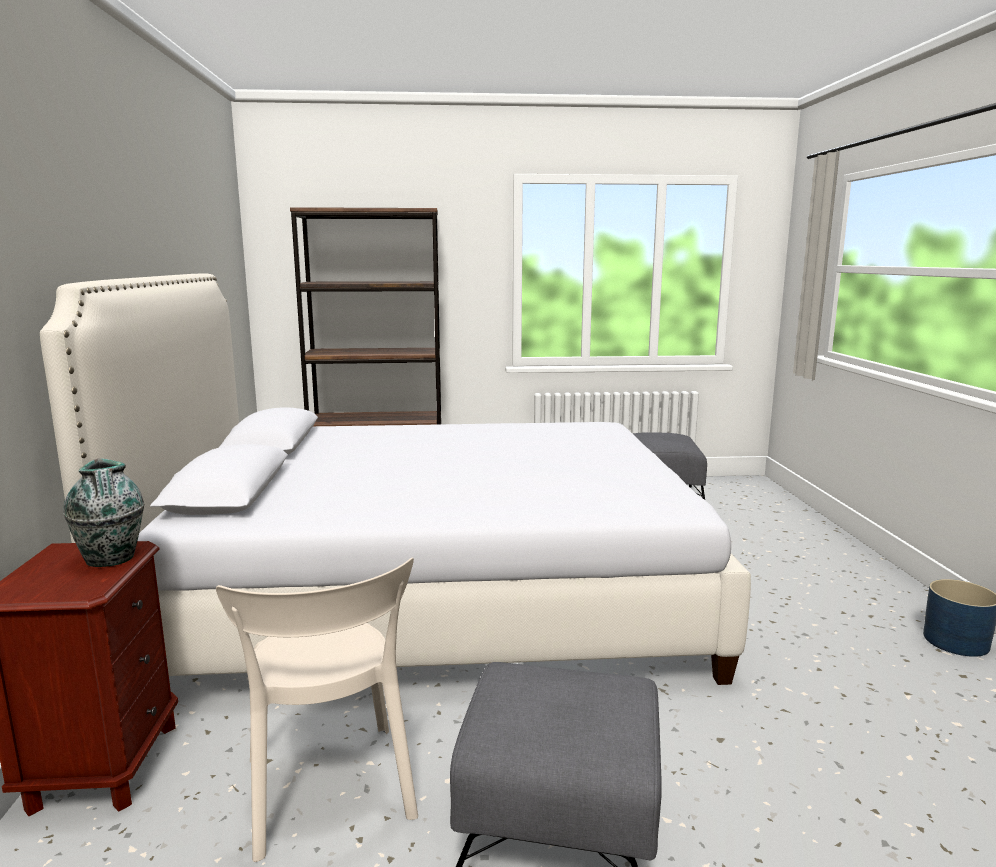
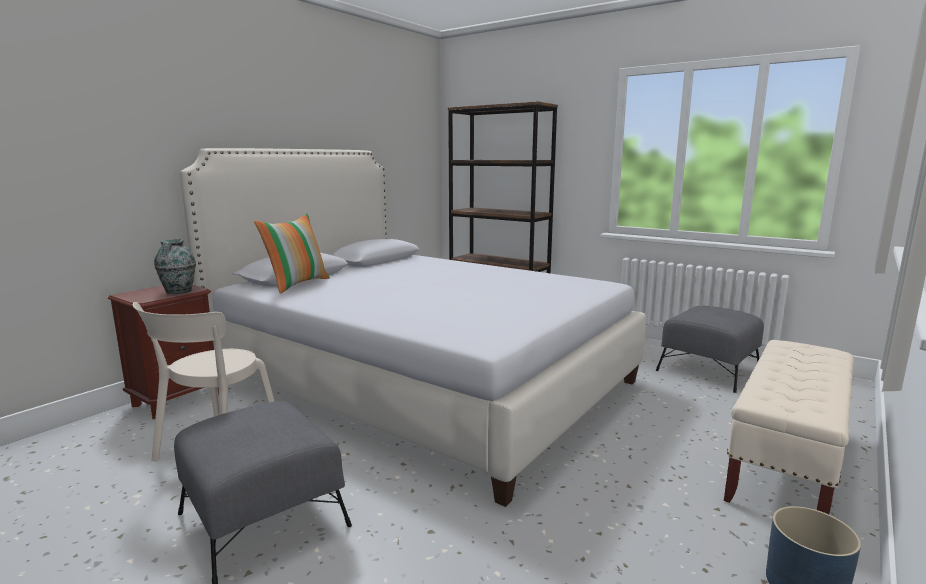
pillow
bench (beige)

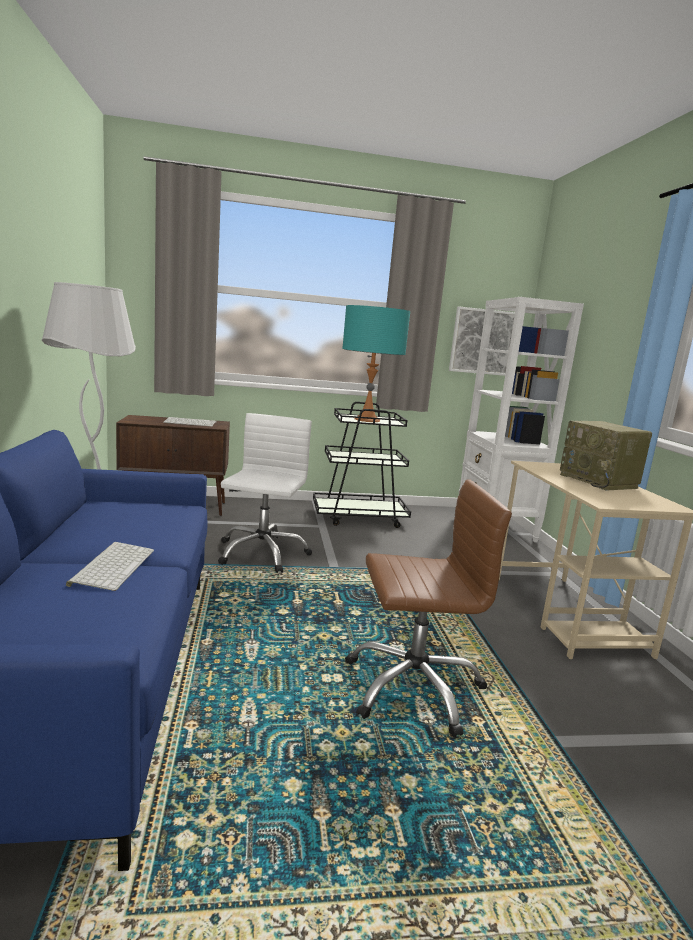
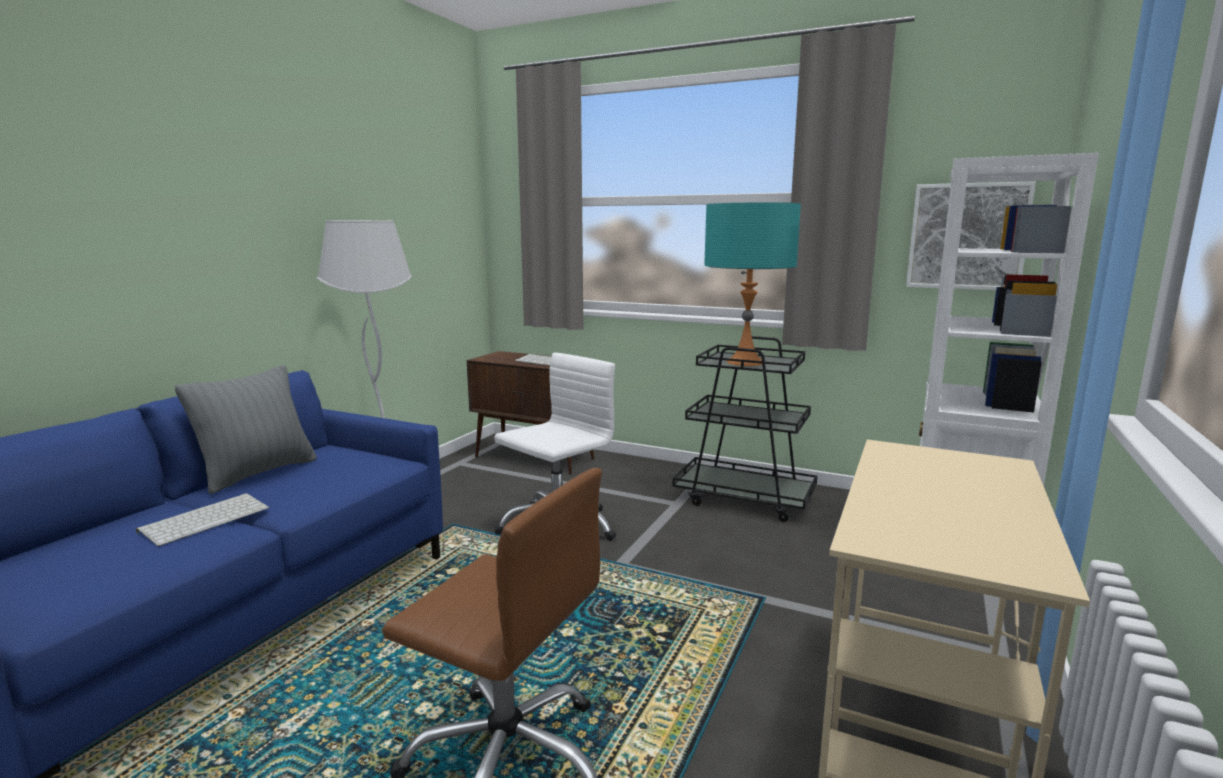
radio
pillow (grey)

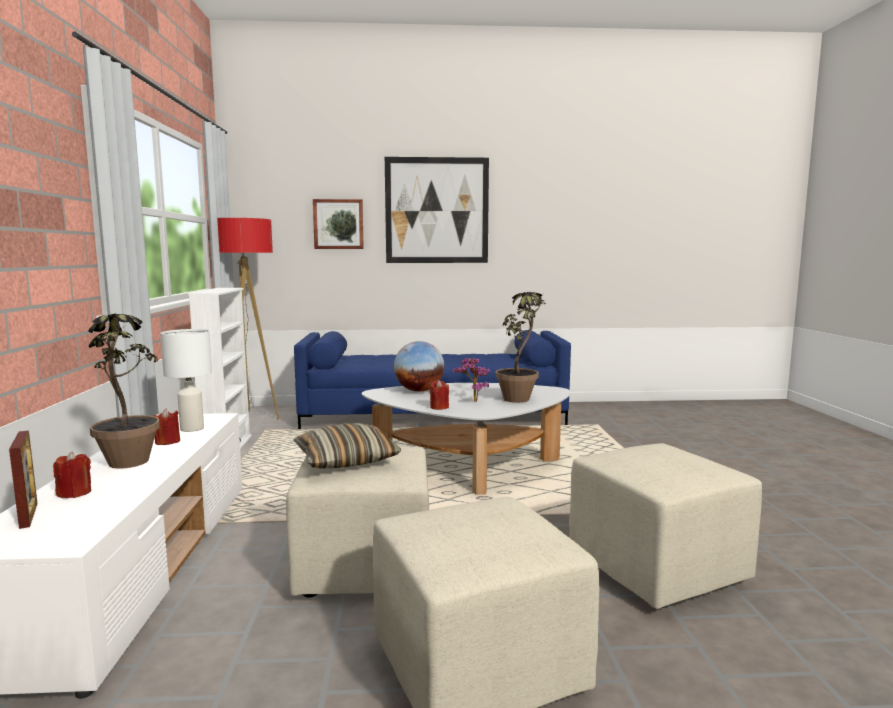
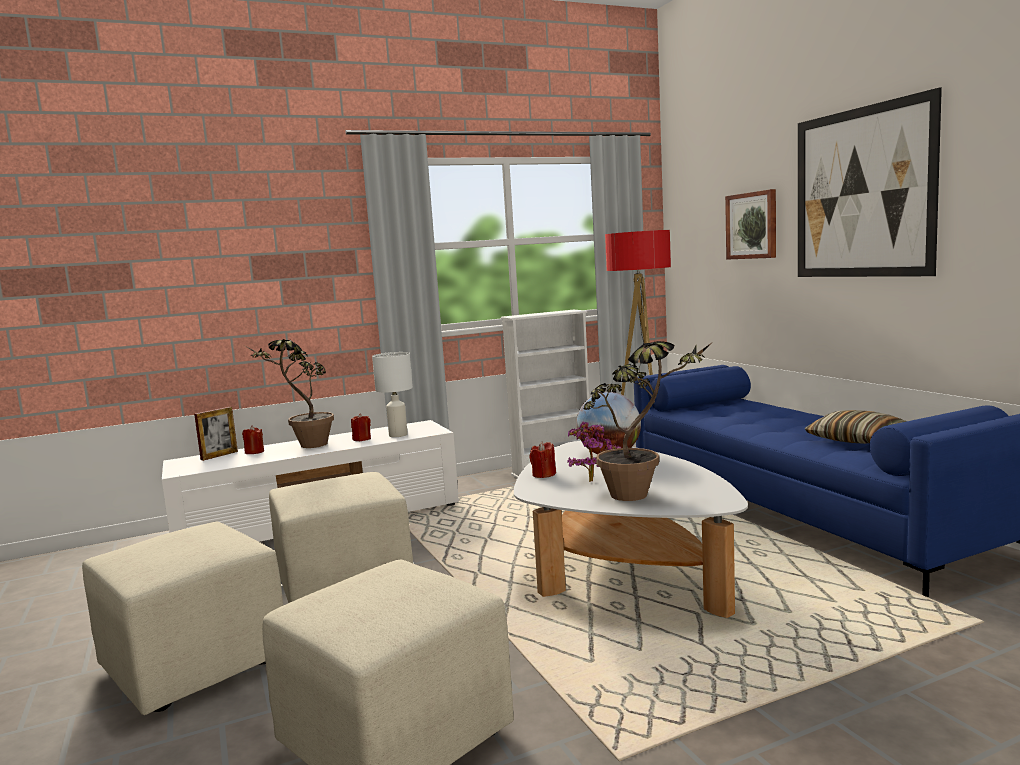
pillow

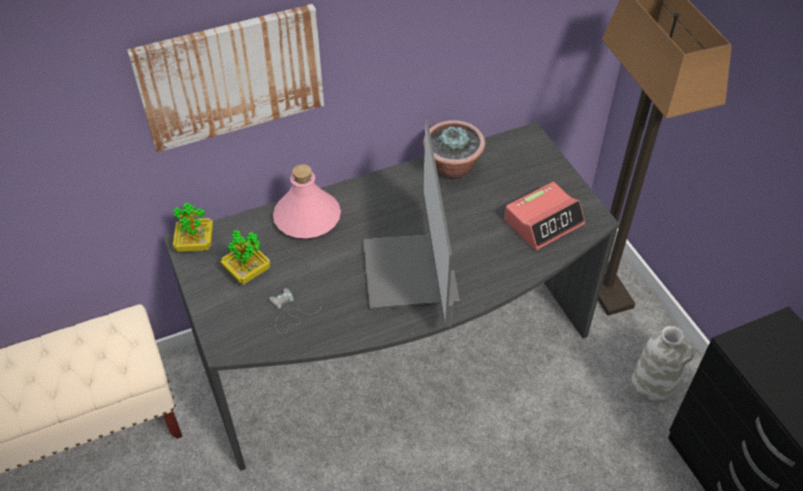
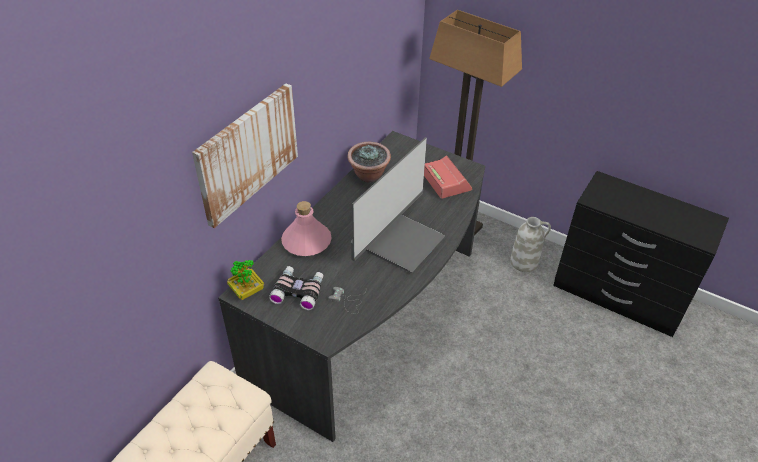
binoculars
monitor
alarm clock

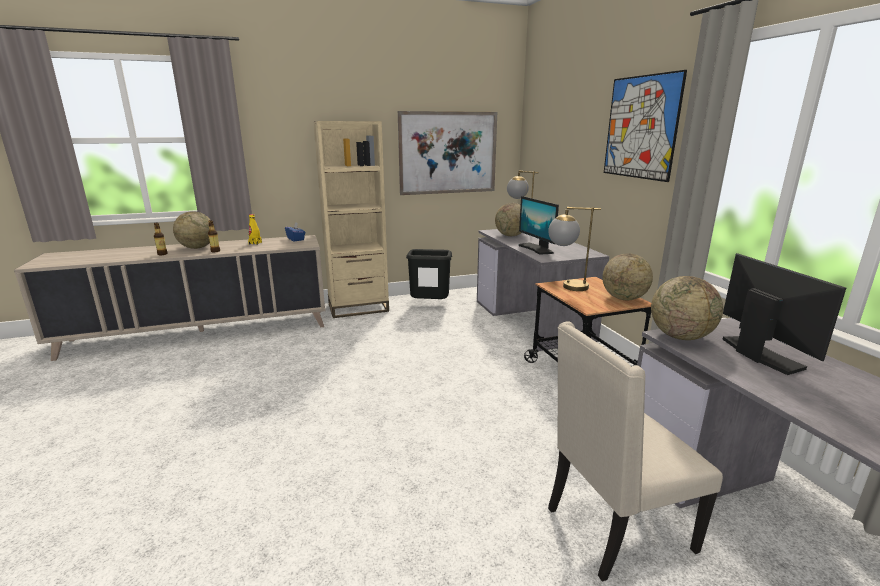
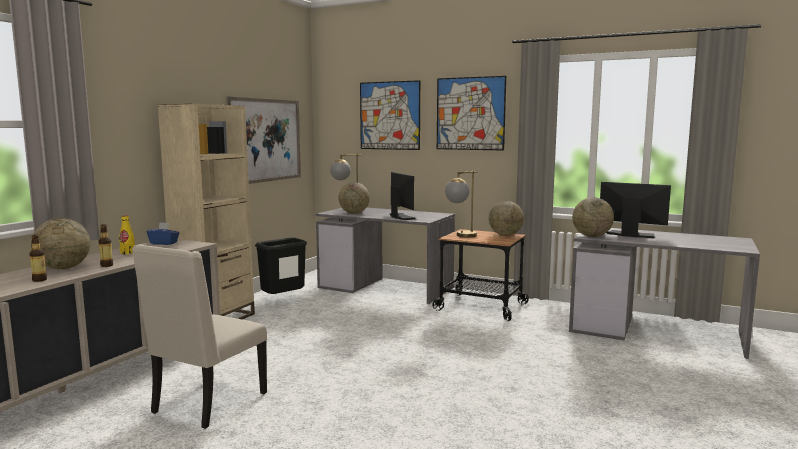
monitor (no. 1 from left)
chair (beige)
picture (no. 2 from left)

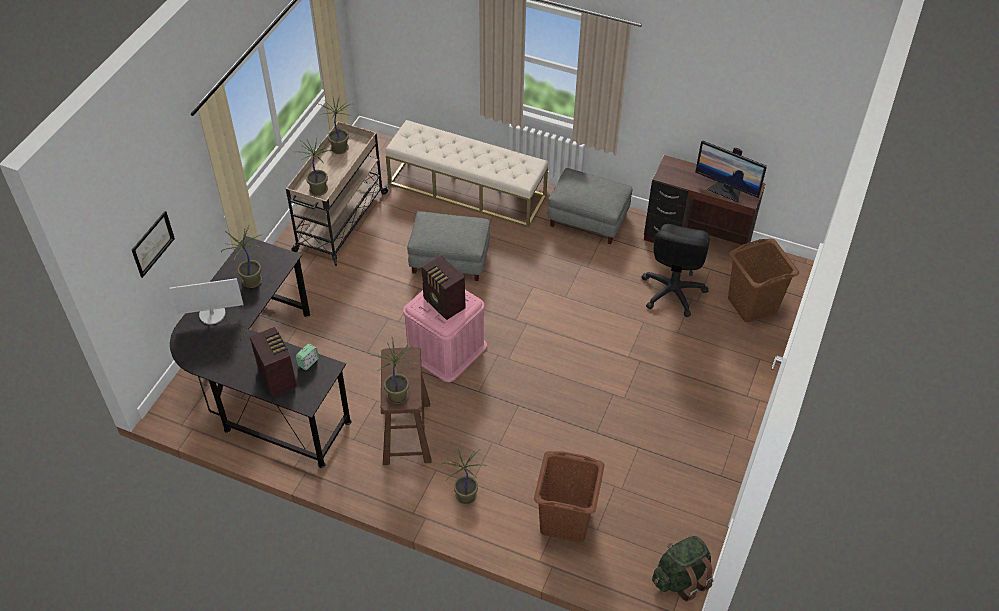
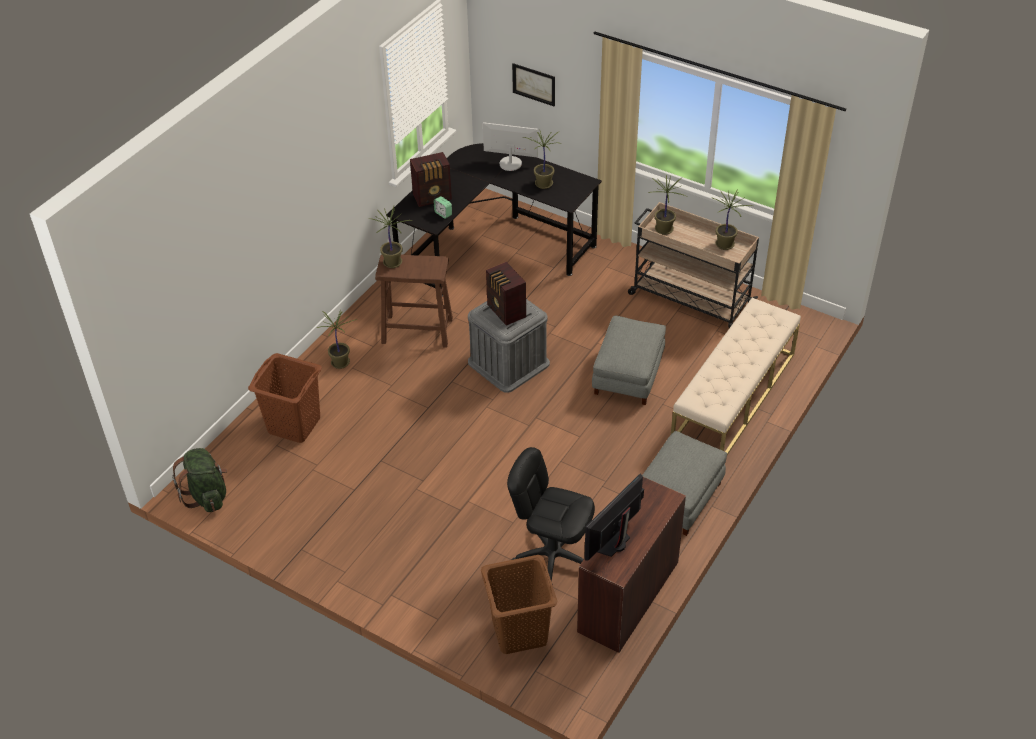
monitor (no. 1 from left)
storage box (grey)
radio (no. 2 from left)

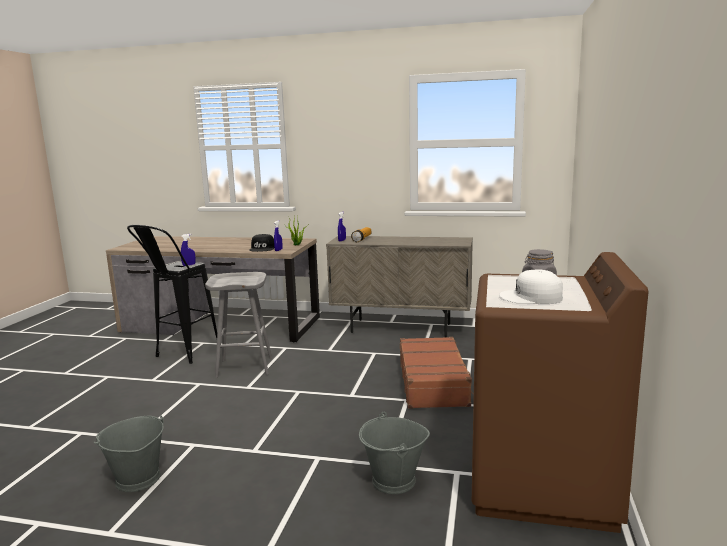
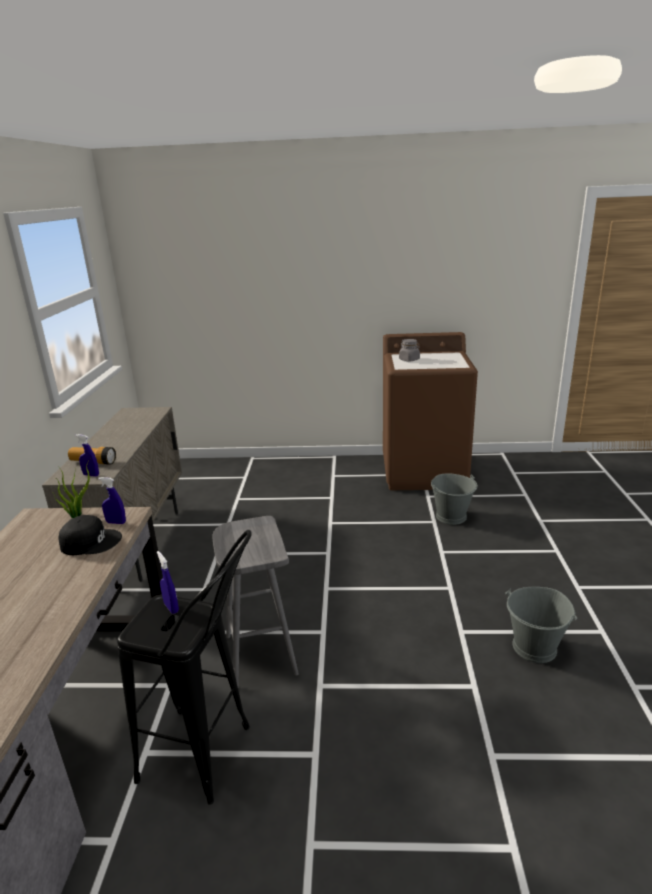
suitcase (brown)
cap (white)

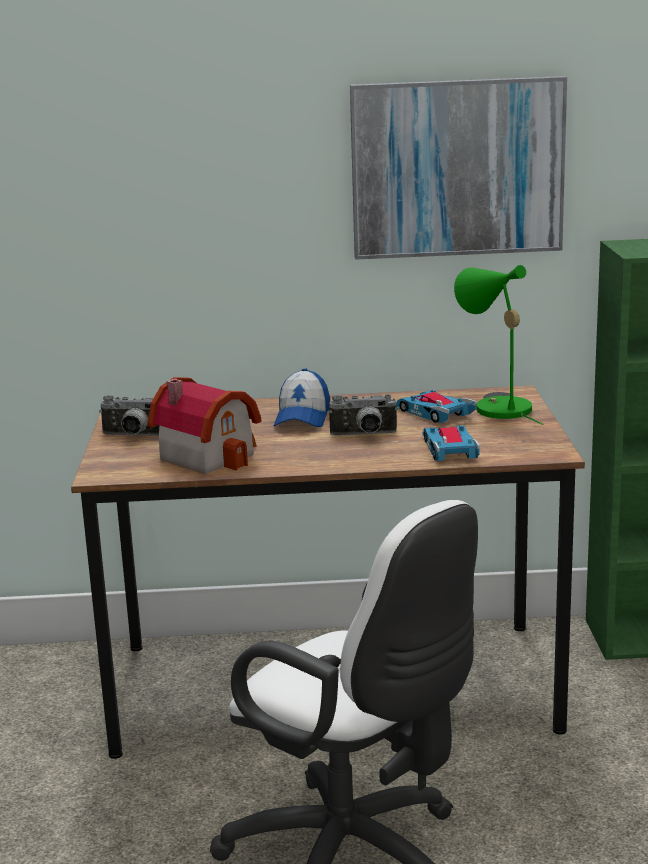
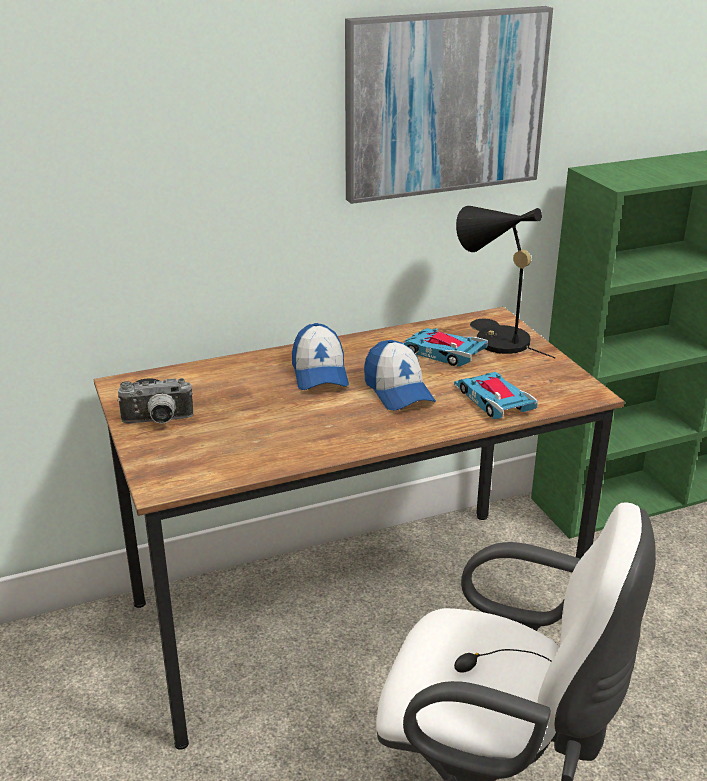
toy house
cap (no. 2 from left)
table lamp (black)

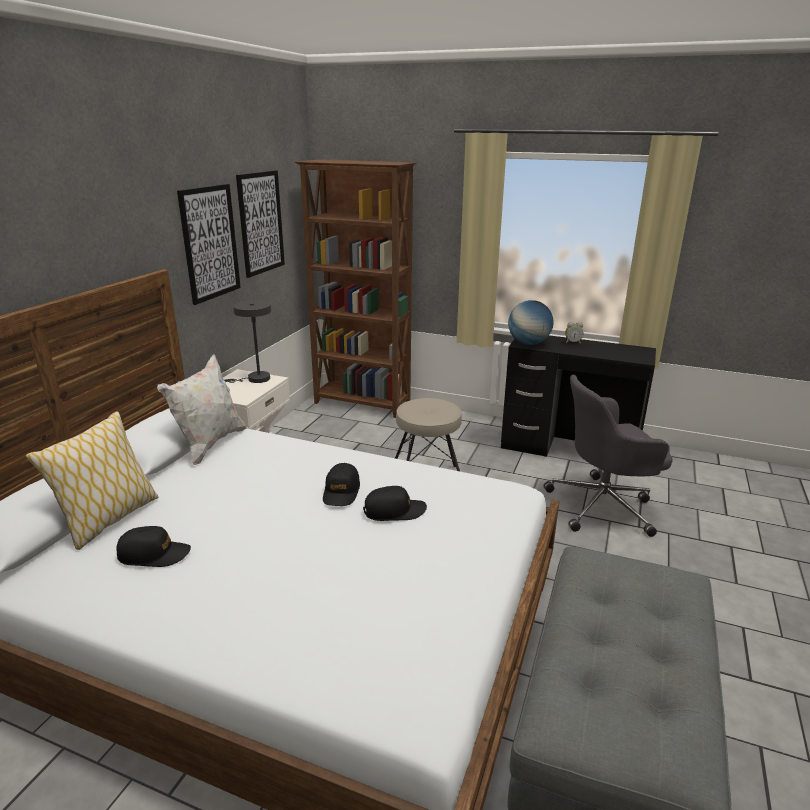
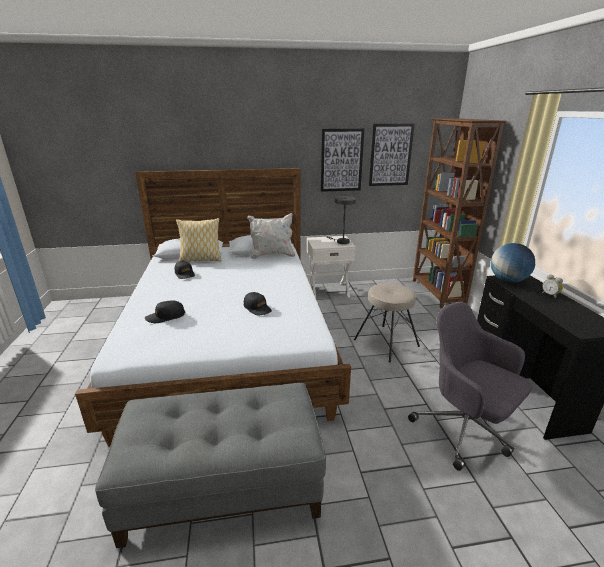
cap (black) (no. 1 from left)

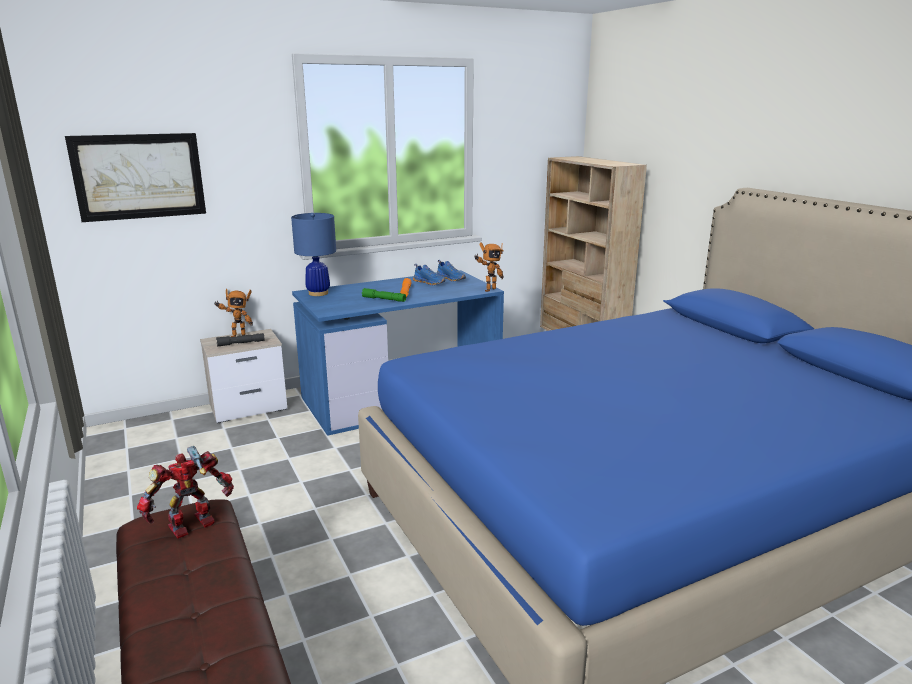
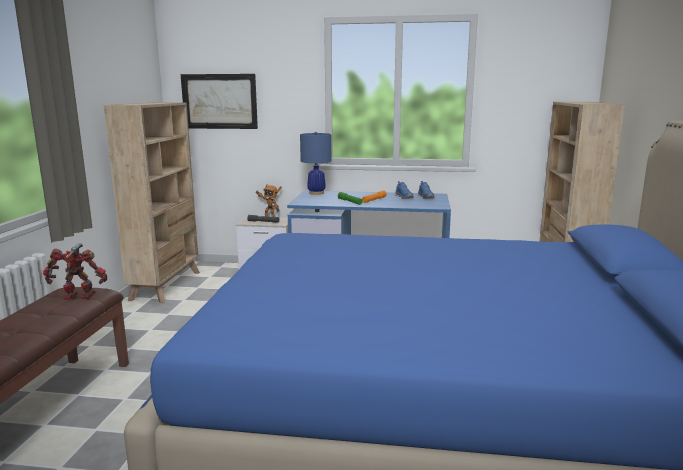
toy robot (no. 3 from left in the first image)
bookcase (beige) (no. 1 from left)

